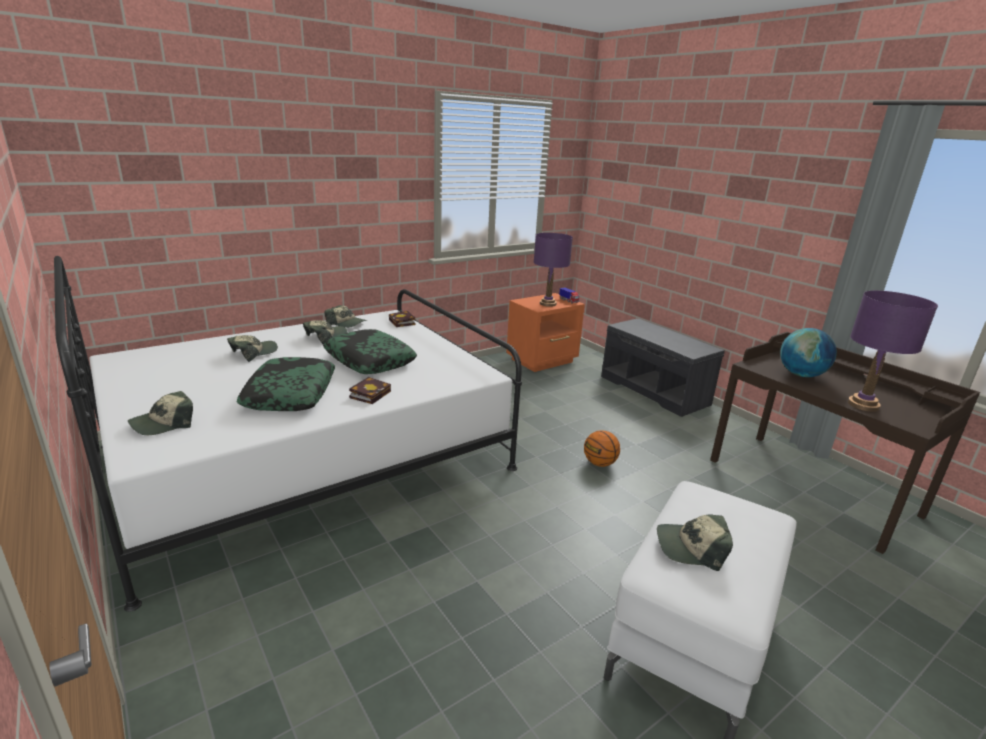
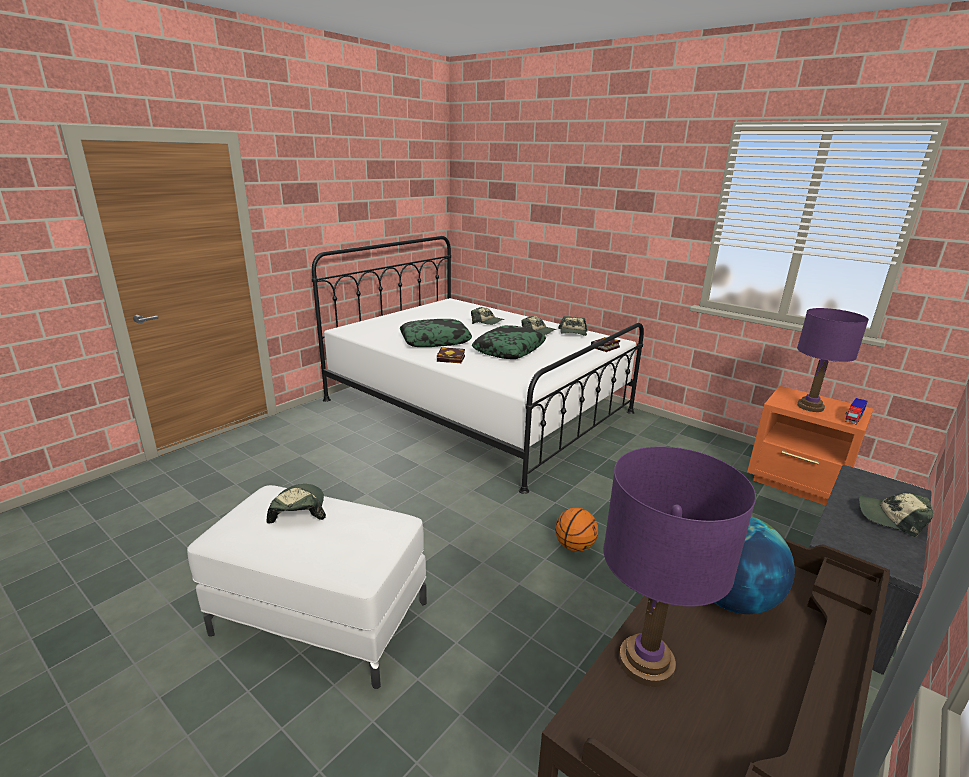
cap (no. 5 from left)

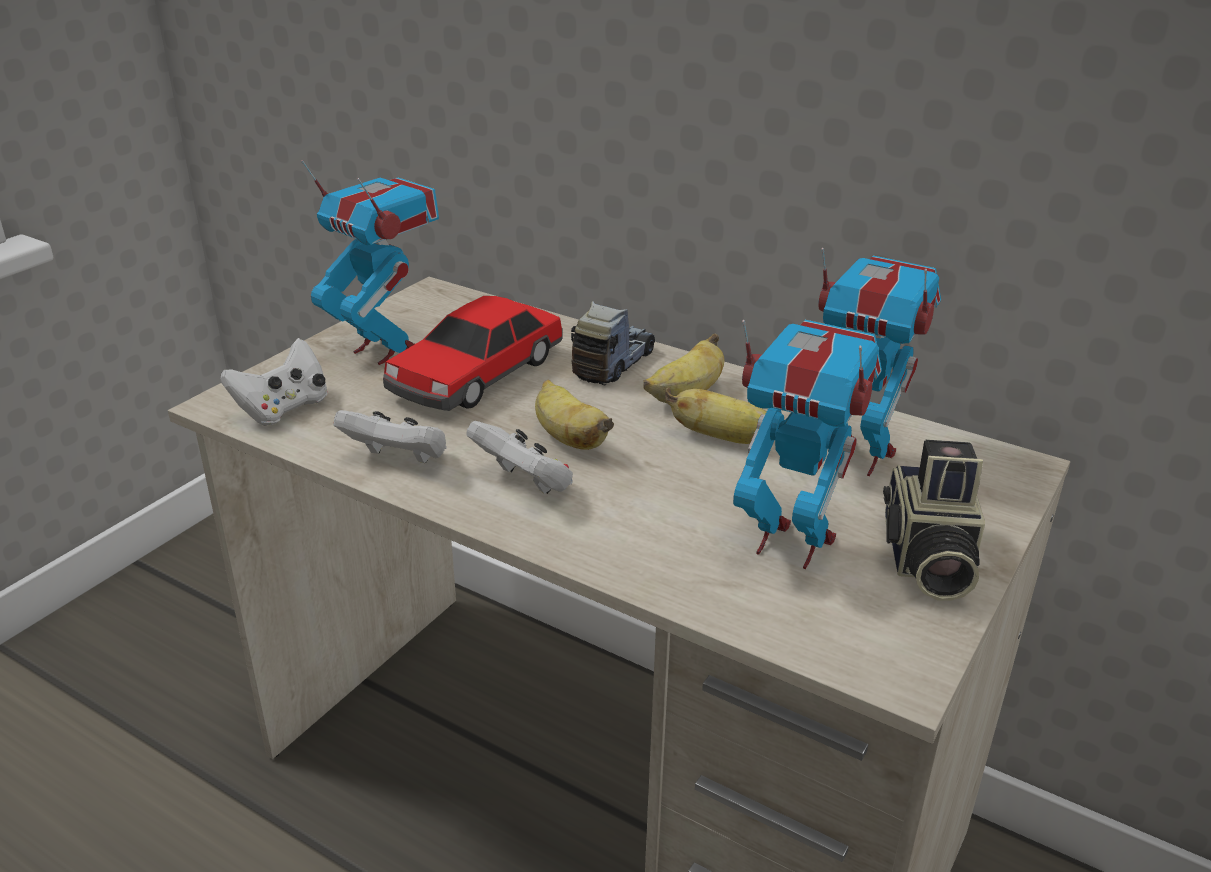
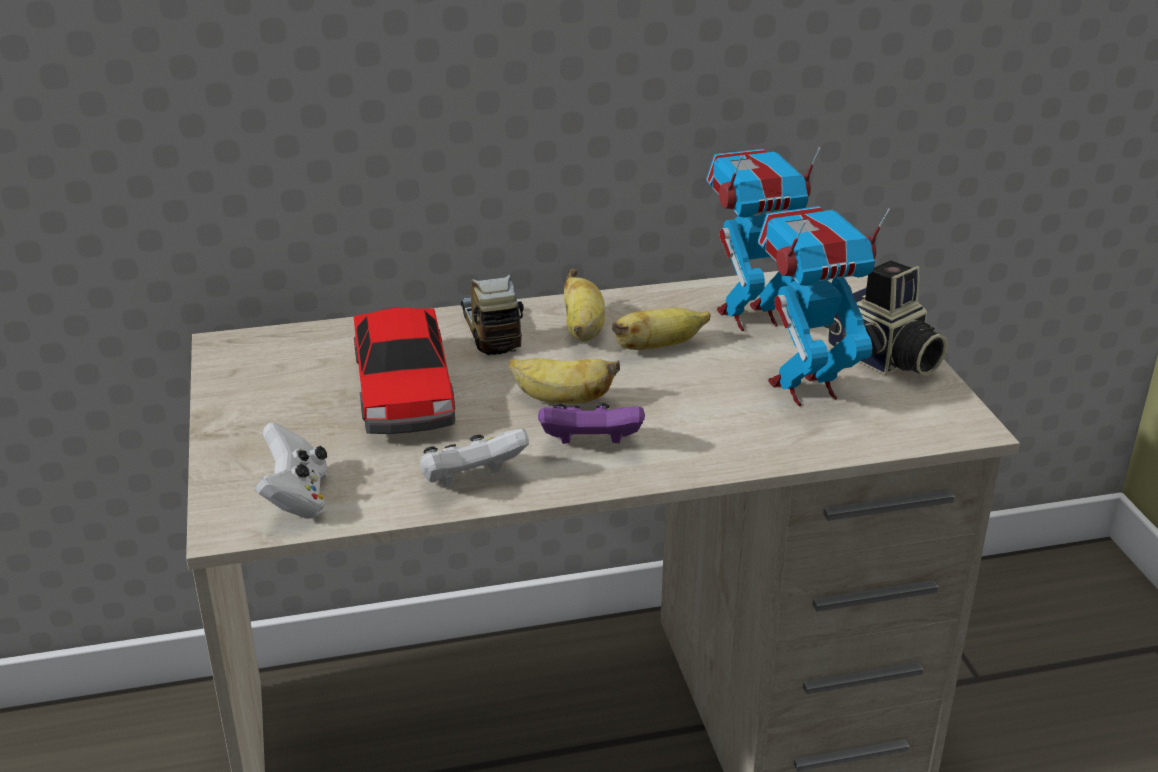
toy robot (no. 1 from left in the first image)
game controller (purple)

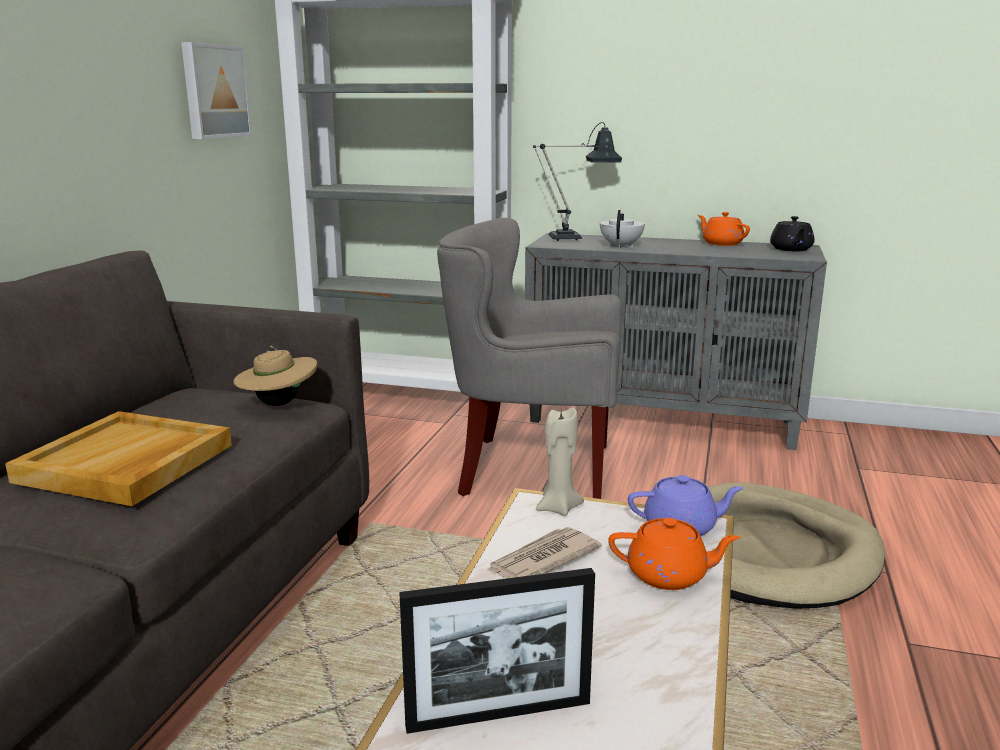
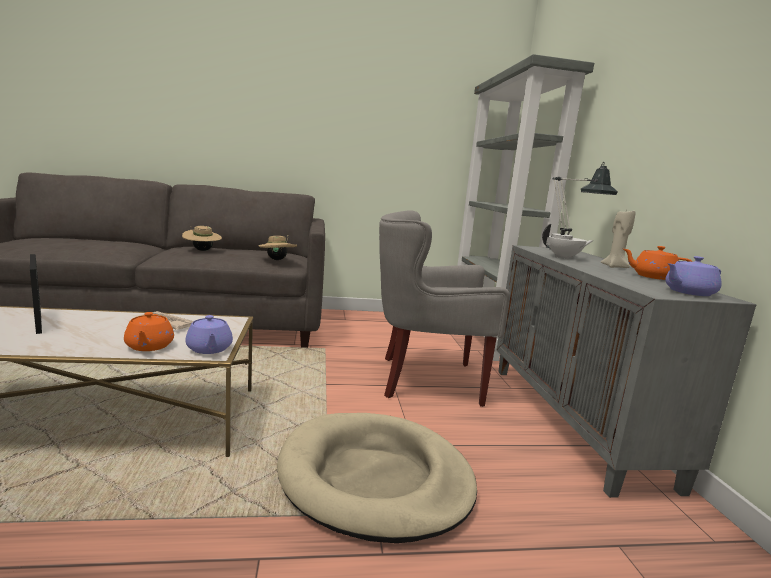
hat (beige) (no. 1 from left)
picture
armchair (grey)
candle (beige)
teapot (orange) (no. 2 from left)
teapot (purple) (no. 2 from left)

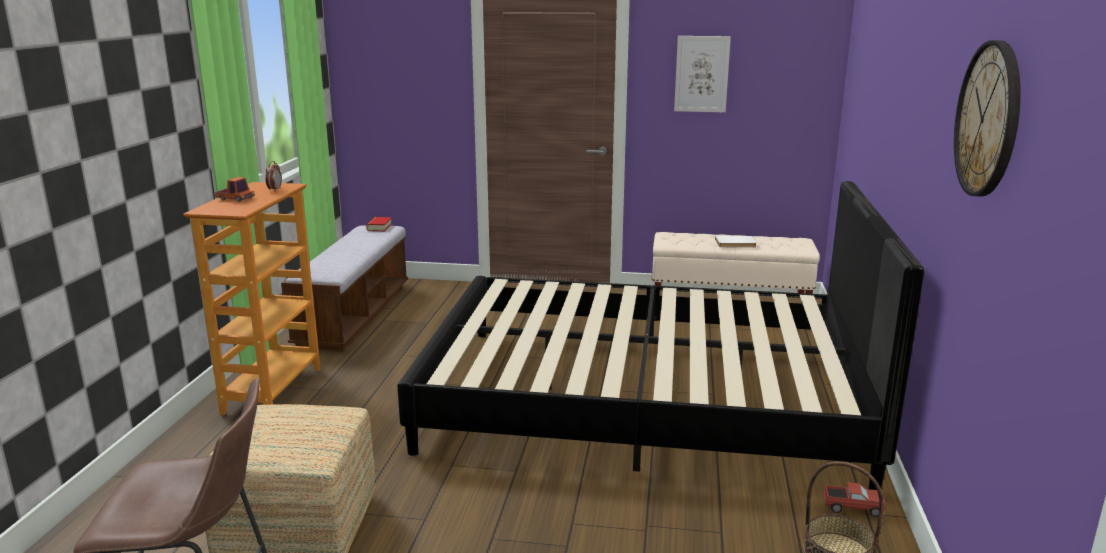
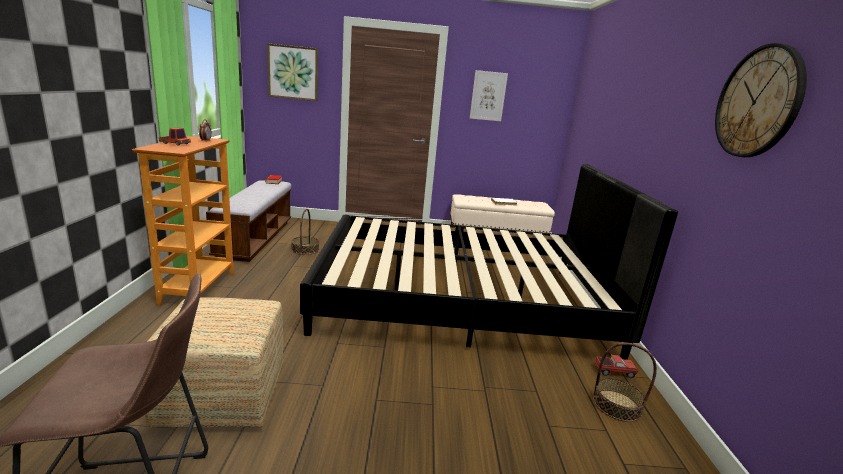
picture (no. 1 from left)
basket (no. 1 from left)

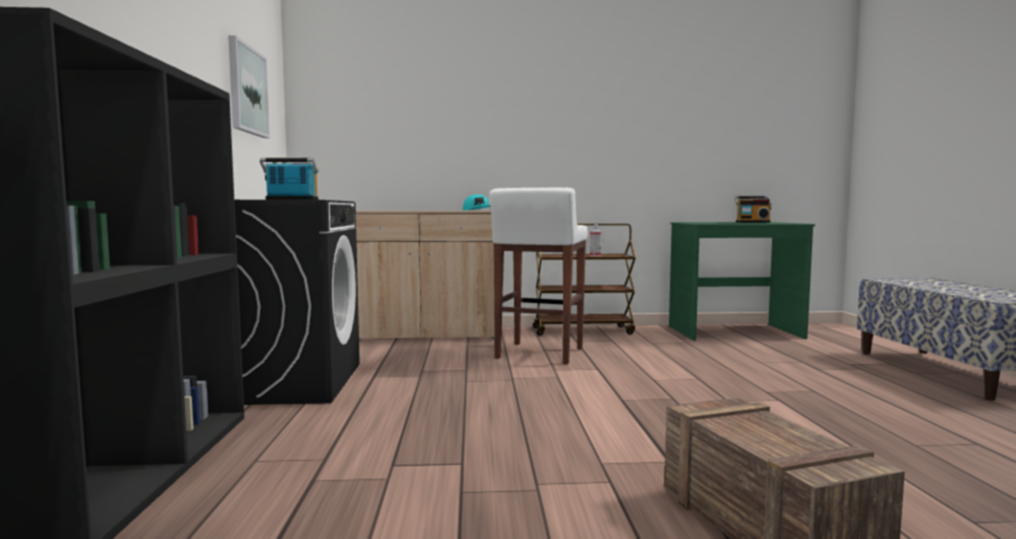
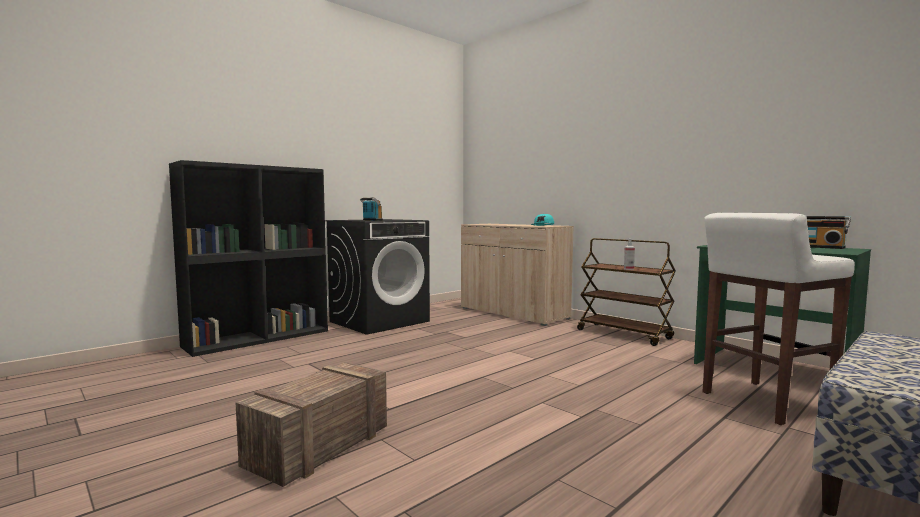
picture
stool (white)

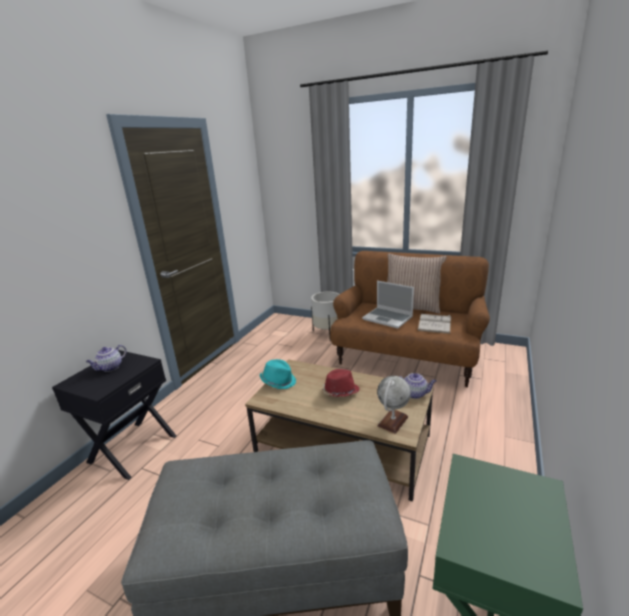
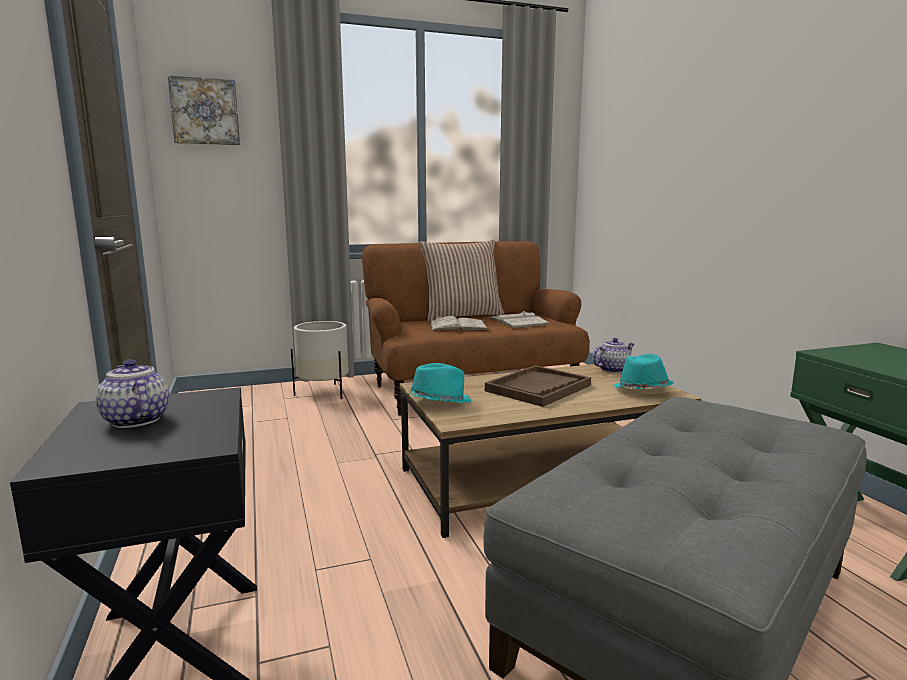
teapot (no. 1 from left)
tray (brown)
book (white) (no. 1 from left)
hat (turquoise) (no. 2 from left)
picture

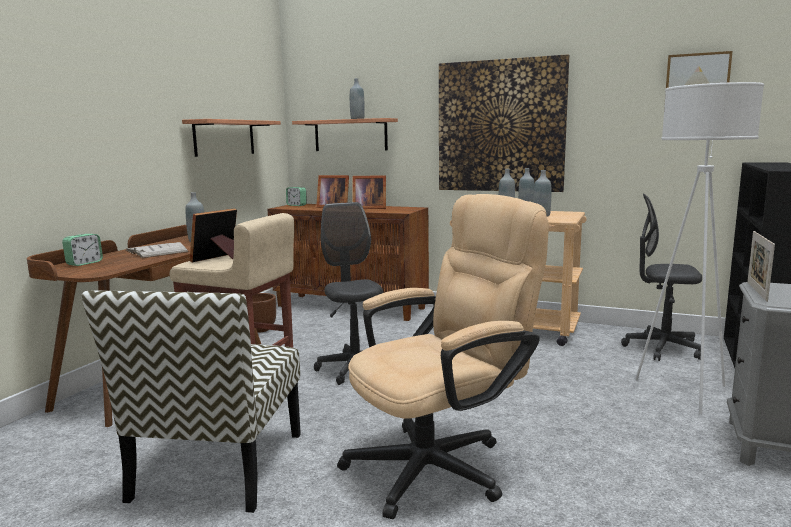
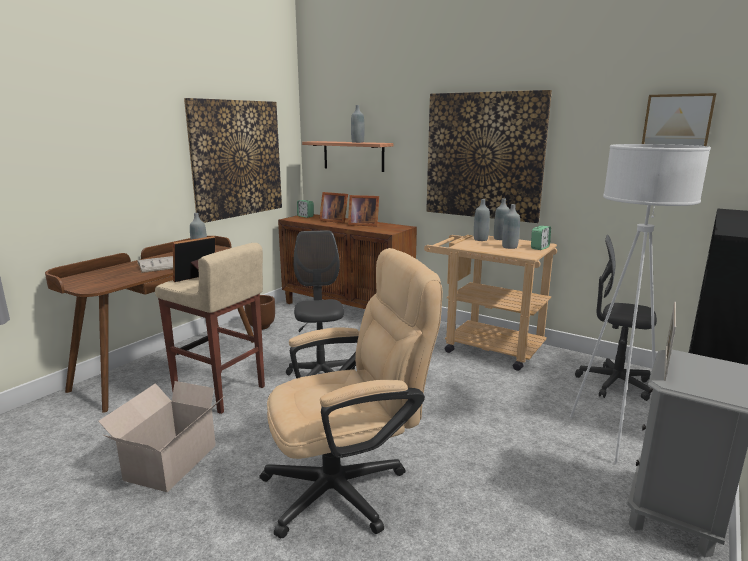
alarm clock (no. 2 from left)
cardboard box
picture (no. 1 from left)

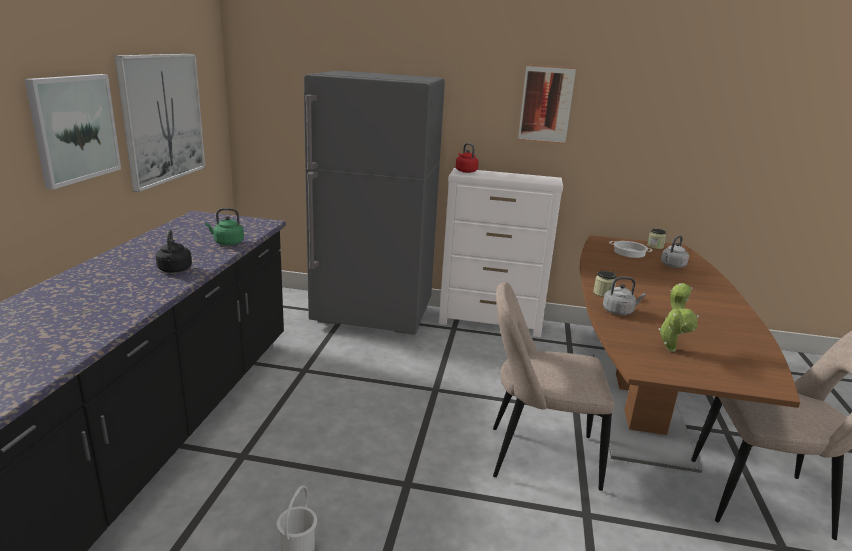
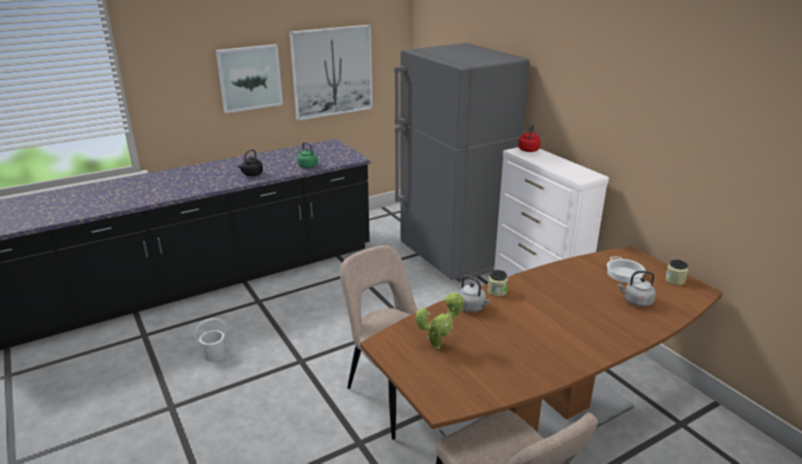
picture (no. 3 from left in the first image)

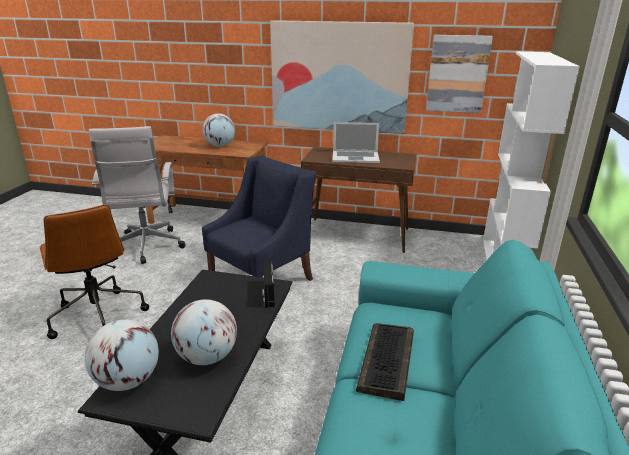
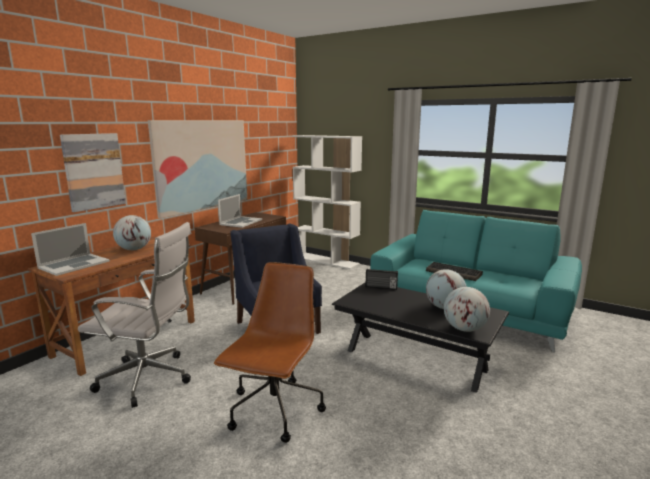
office chair (brown)
picture (no. 1 from left)
laptop (no. 1 from left)

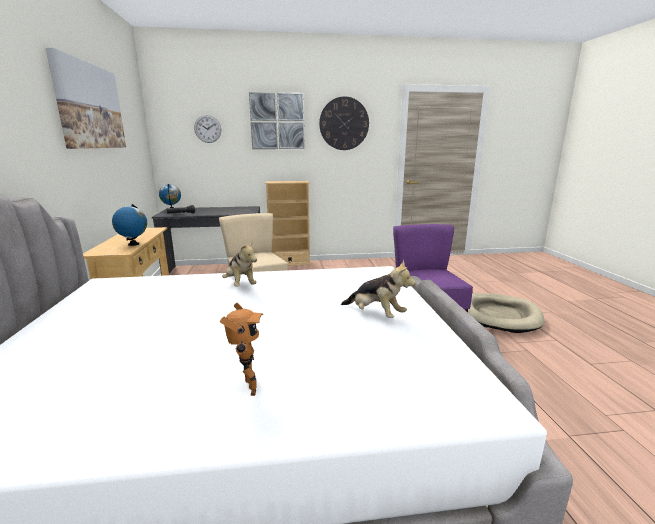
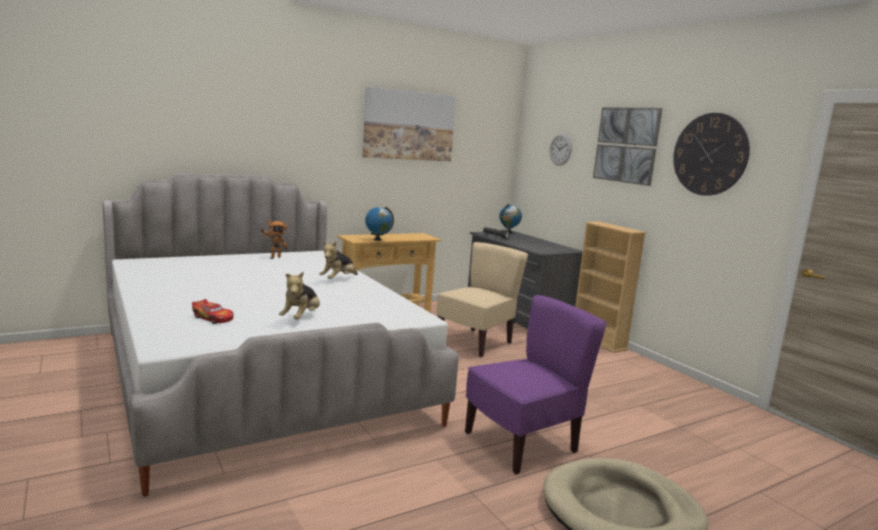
toy robot
toy car

